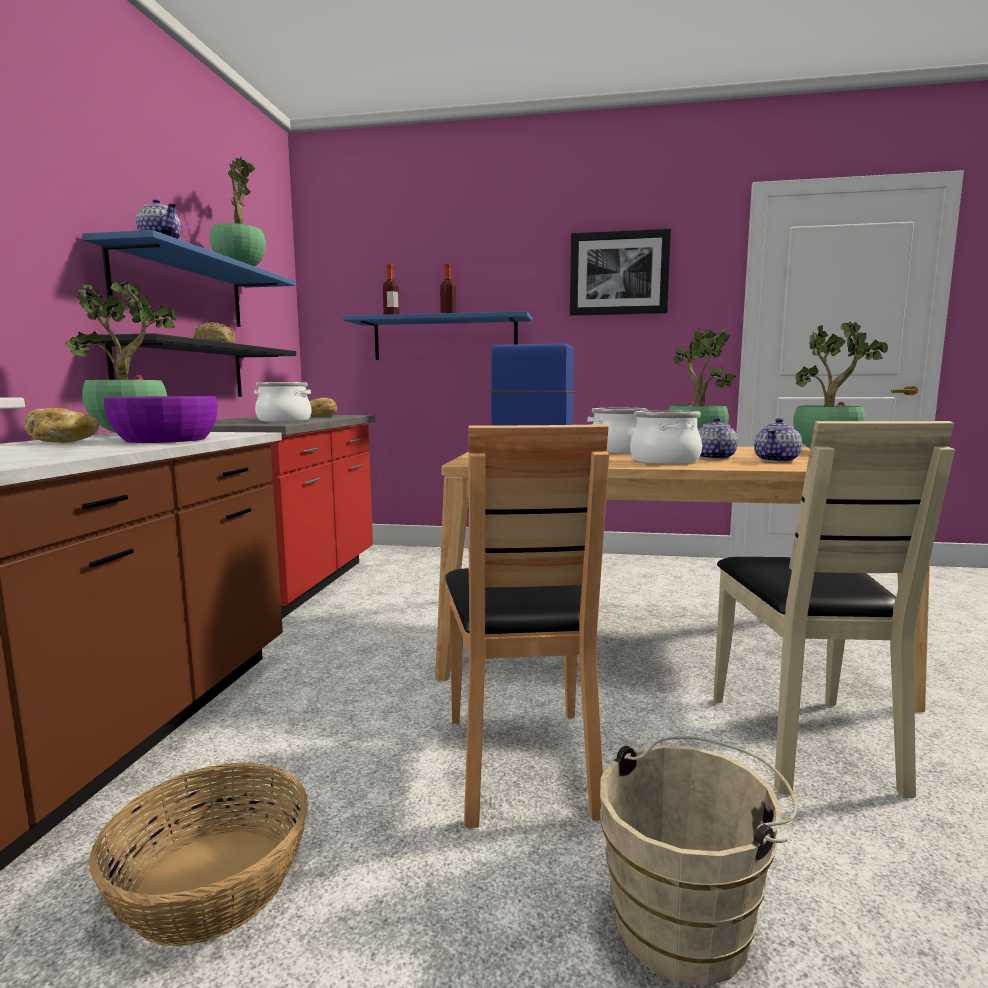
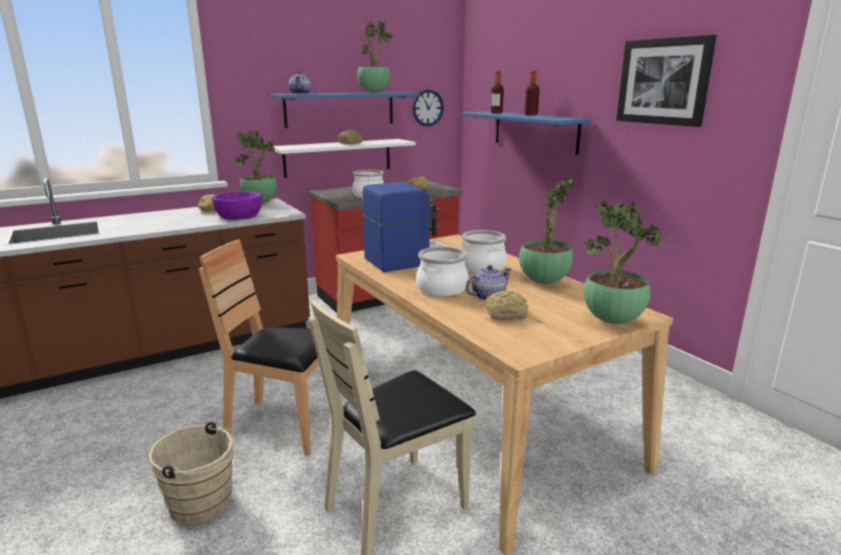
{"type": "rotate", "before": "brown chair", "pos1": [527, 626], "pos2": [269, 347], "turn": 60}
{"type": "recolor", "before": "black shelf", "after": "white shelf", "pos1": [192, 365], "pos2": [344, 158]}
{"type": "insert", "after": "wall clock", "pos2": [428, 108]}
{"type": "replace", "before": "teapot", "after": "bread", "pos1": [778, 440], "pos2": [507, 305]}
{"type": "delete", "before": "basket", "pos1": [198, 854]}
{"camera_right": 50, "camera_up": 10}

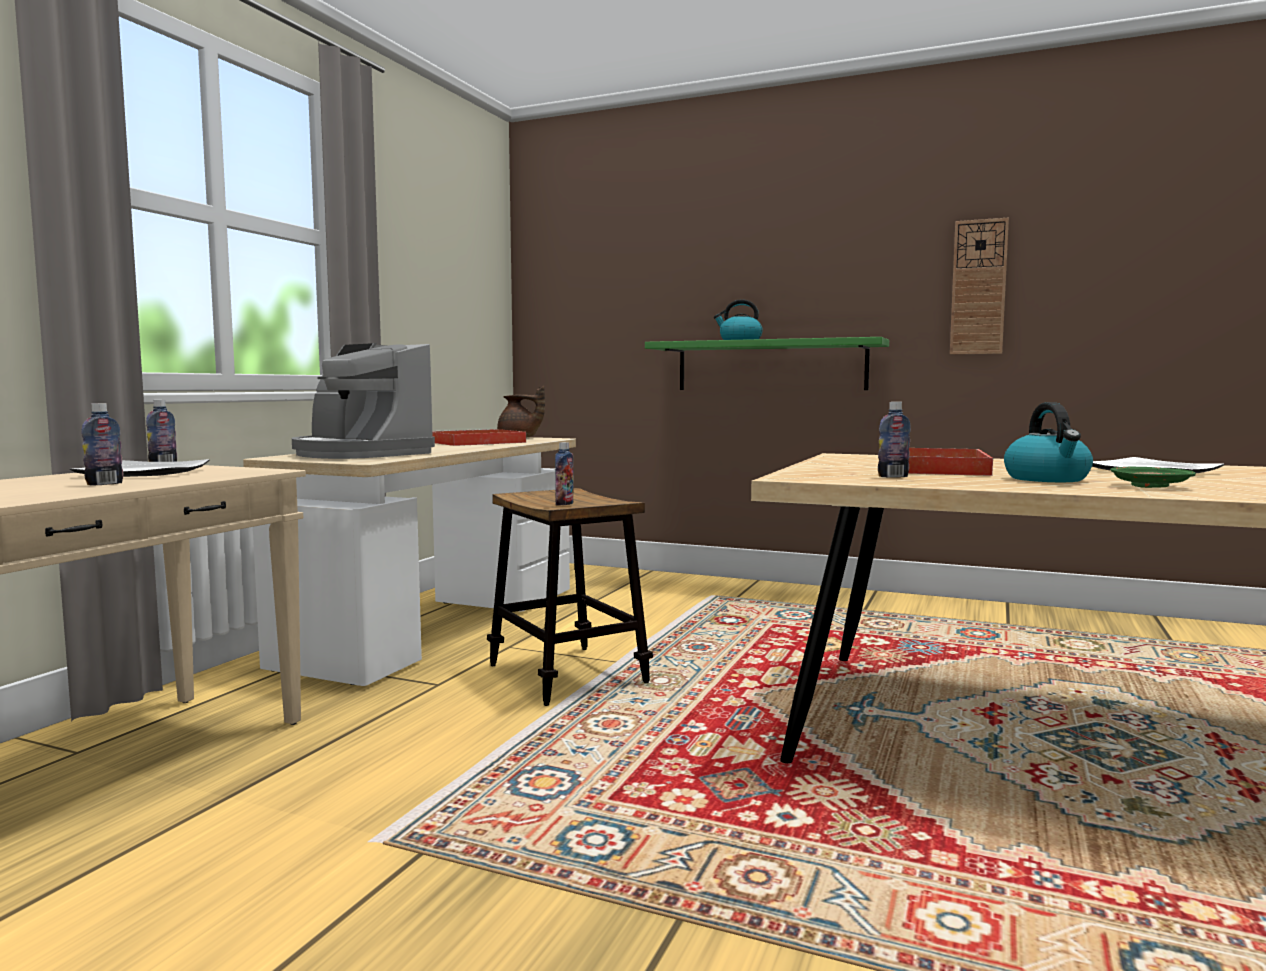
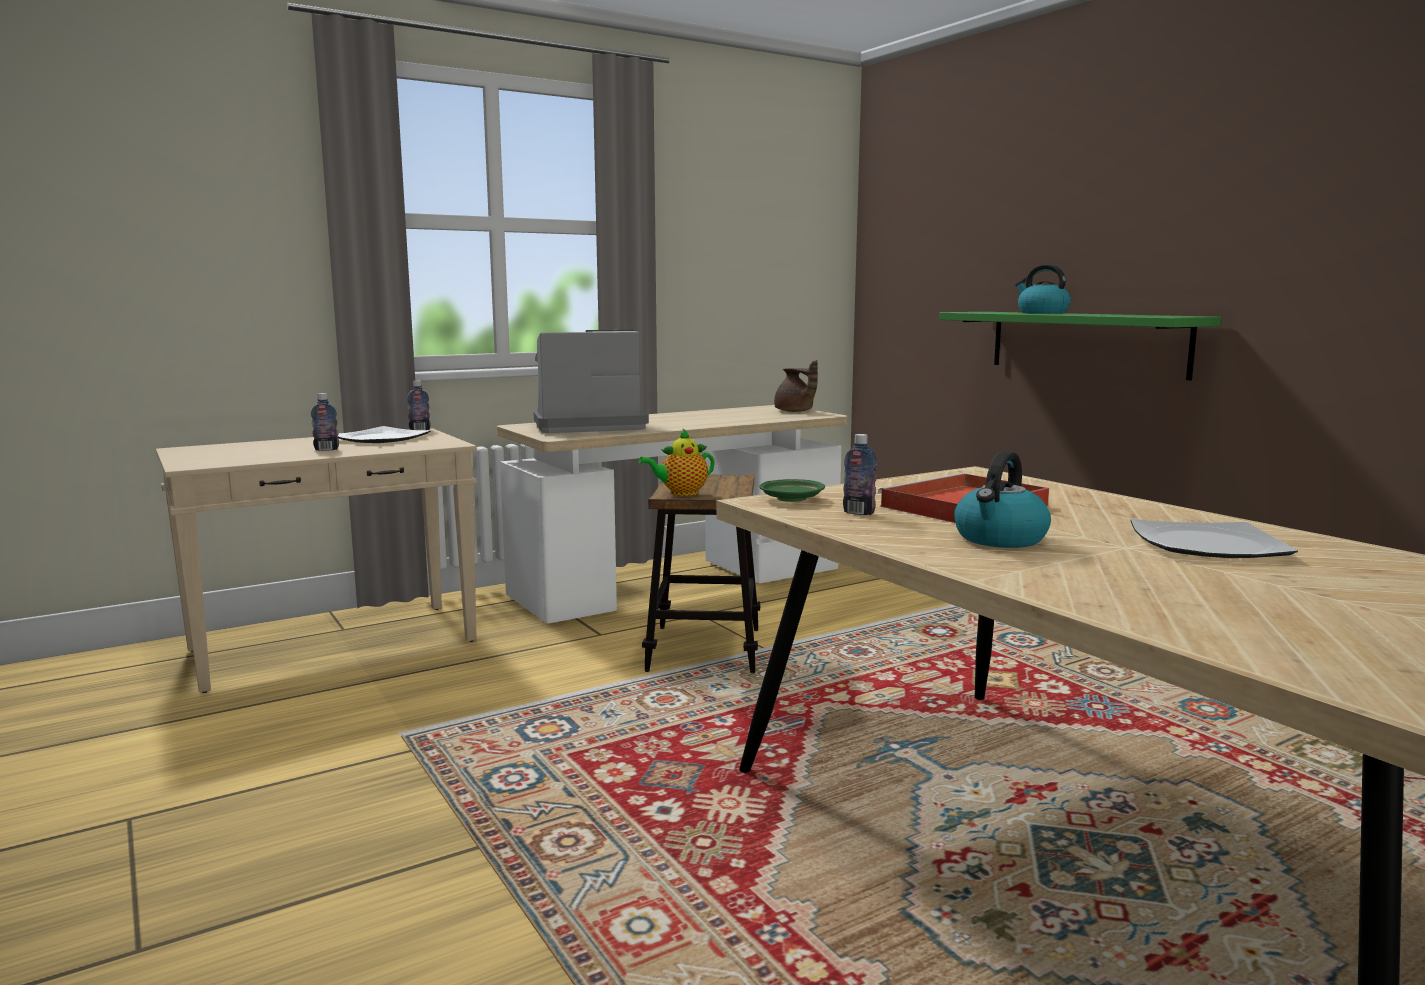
{"type": "rotate", "before": "coffee machine", "pos1": [363, 401], "pos2": [591, 381], "turn": 90}
{"type": "replace", "before": "bottle", "after": "teapot", "pos1": [564, 473], "pos2": [677, 462]}
{"type": "move", "before": "green plate", "pos1": [1153, 477], "pos2": [792, 490]}
{"type": "delete", "before": "red tray", "pos1": [479, 437]}
{"type": "delete", "before": "wall clock", "pos1": [979, 285]}
{"camera_right": 35, "camera_up": 5}

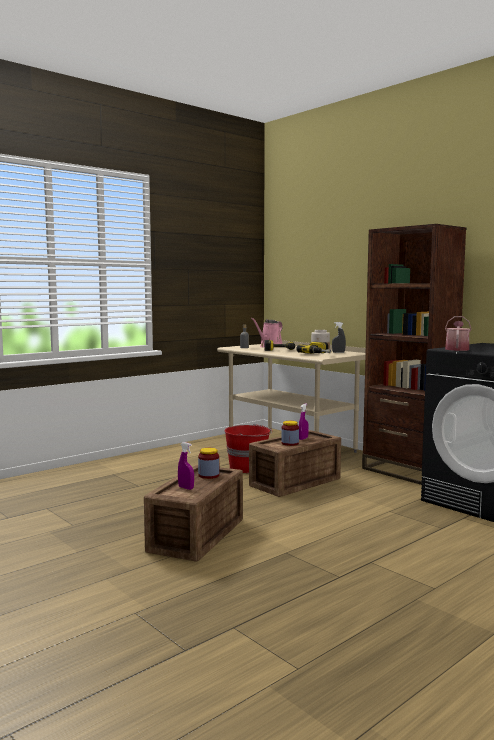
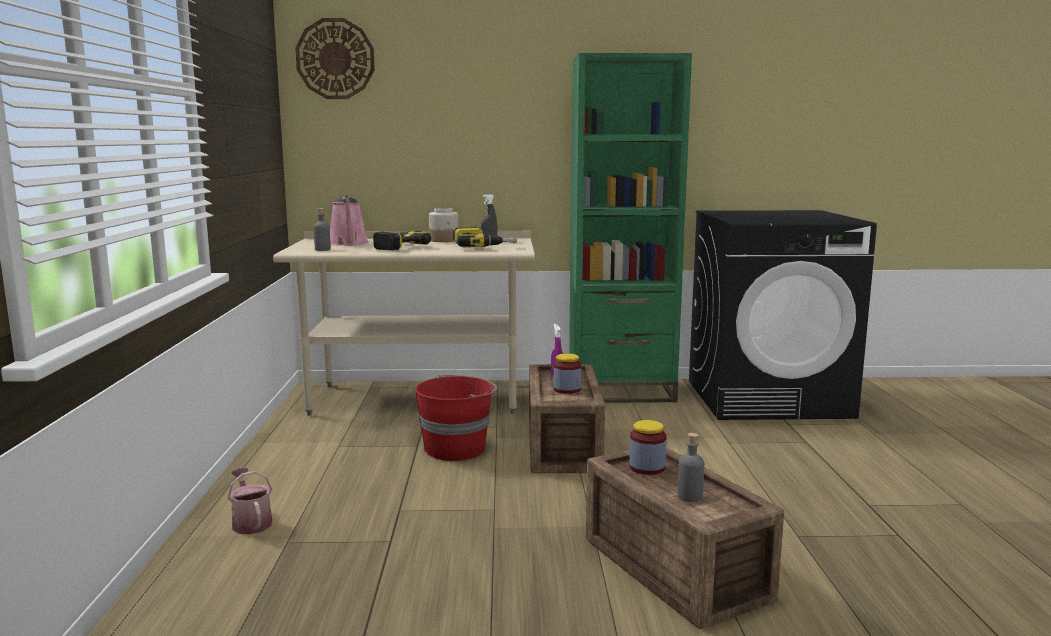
{"type": "move", "before": "watering can", "pos1": [458, 333], "pos2": [249, 501]}
{"type": "insert", "after": "wall clock", "pos2": [335, 58]}
{"type": "recolor", "before": "brown bookcase", "after": "green bookcase", "pos1": [414, 354], "pos2": [630, 228]}
{"type": "replace", "before": "purple spray bottle", "after": "grey bottle", "pos1": [186, 466], "pos2": [690, 467]}
{"camera_right": -50, "camera_up": 5}

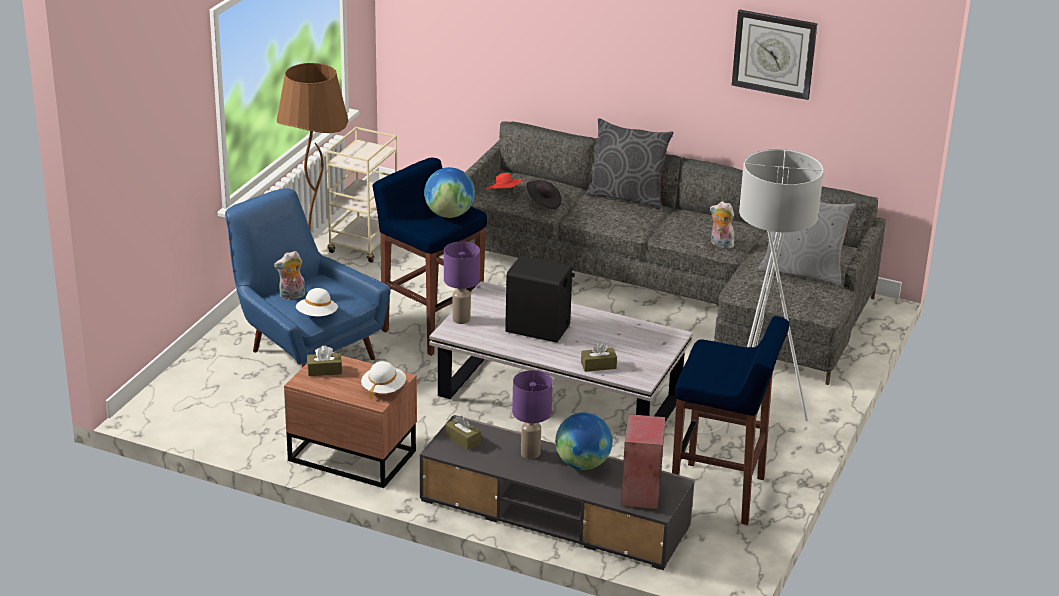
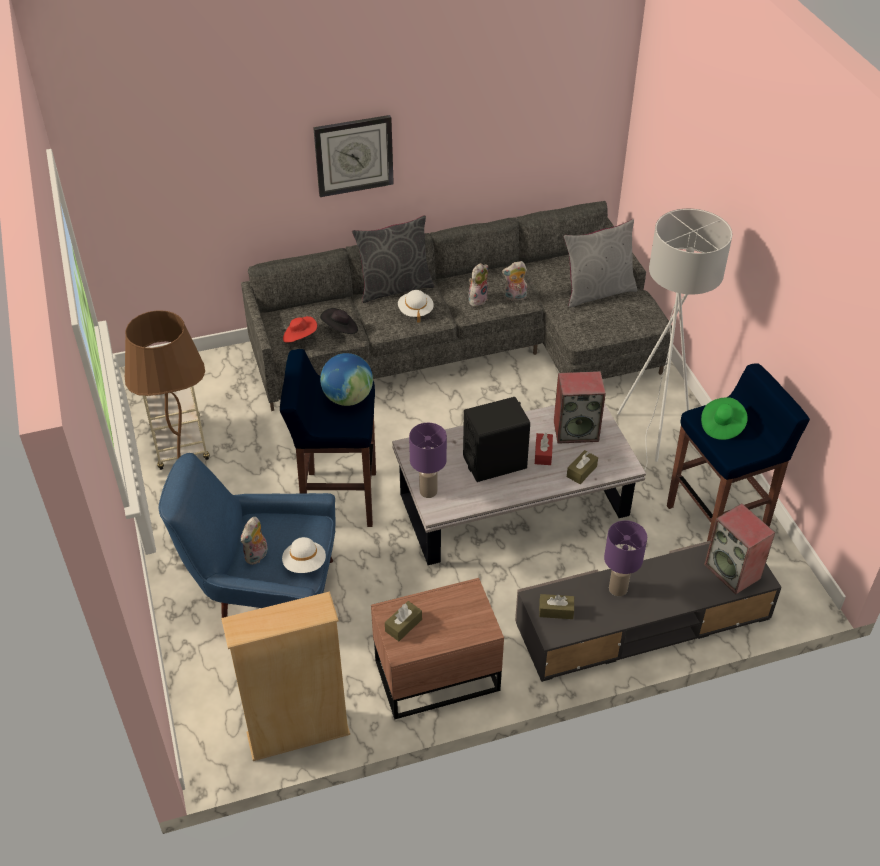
{"type": "insert", "after": "beige bookcase", "pos2": [285, 676]}
{"type": "move", "before": "wall clock", "pos1": [774, 54], "pos2": [353, 156]}
{"type": "move", "before": "white hat", "pos1": [383, 380], "pos2": [416, 306]}
{"type": "insert", "after": "plush toy", "pos2": [478, 285]}
{"type": "insert", "after": "red tissue box", "pos2": [544, 449]}
{"type": "insert", "after": "speaker", "pos2": [580, 407]}
{"type": "insert", "after": "green hat", "pos2": [724, 418]}
{"type": "delete", "before": "globe", "pos1": [584, 441]}
{"camera_right": -40, "camera_up": 15}

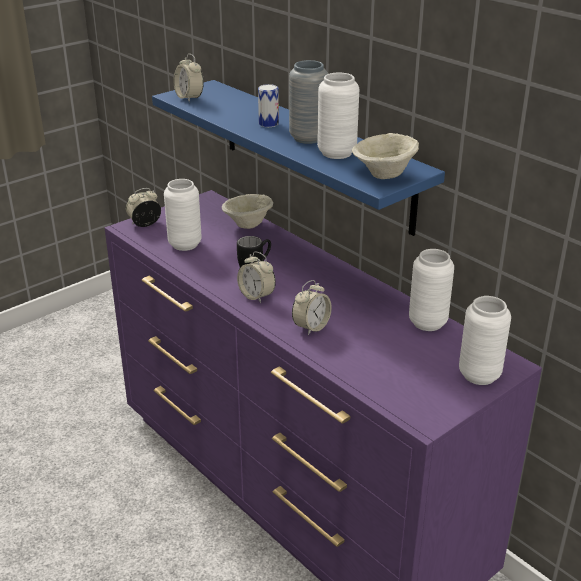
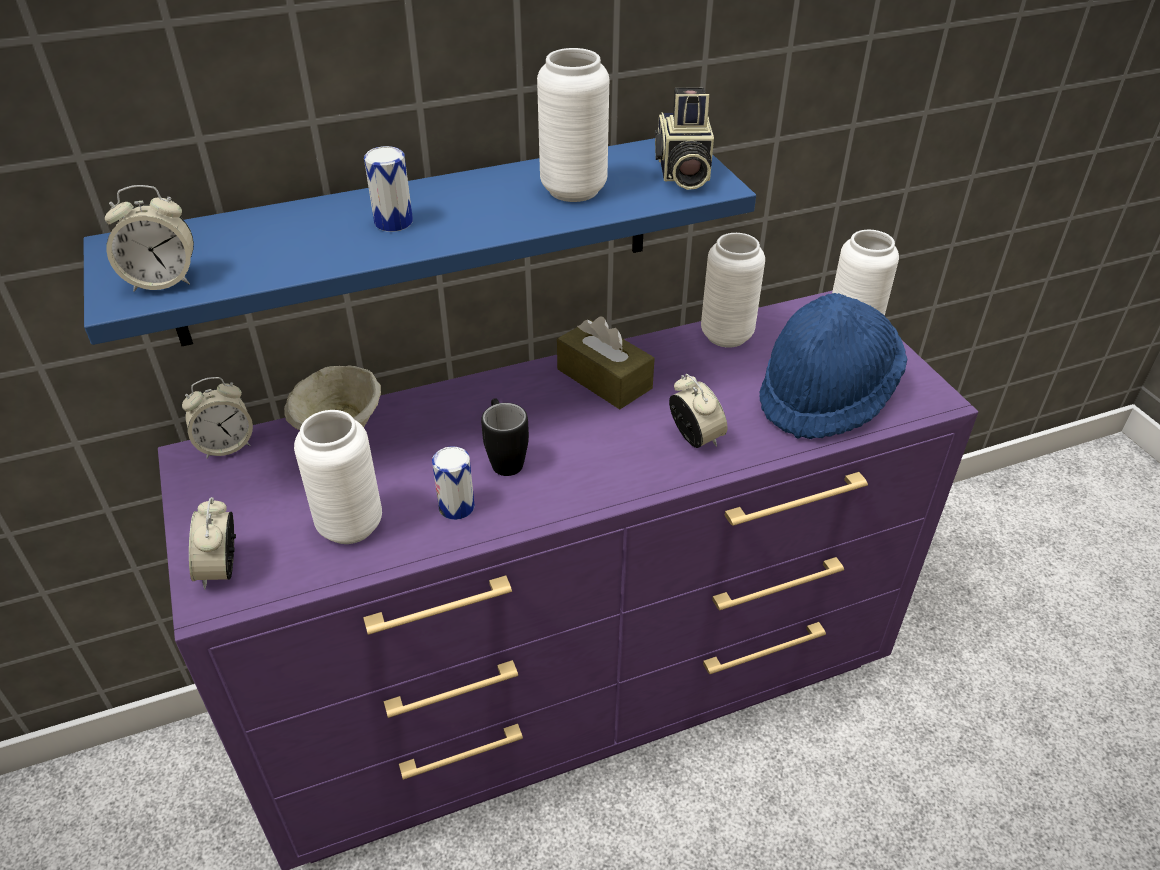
{"type": "move", "before": "alarm clock", "pos1": [256, 277], "pos2": [217, 418]}
{"type": "insert", "after": "can", "pos2": [453, 483]}
{"type": "insert", "after": "brown tissue box", "pos2": [606, 363]}
{"type": "replace", "before": "beige bowl", "after": "photo camera", "pos1": [385, 156], "pos2": [684, 139]}
{"type": "insert", "after": "blue hat", "pos2": [833, 366]}
{"type": "delete", "before": "grey vase", "pos1": [308, 102]}
{"camera_right": -70, "camera_up": 10}

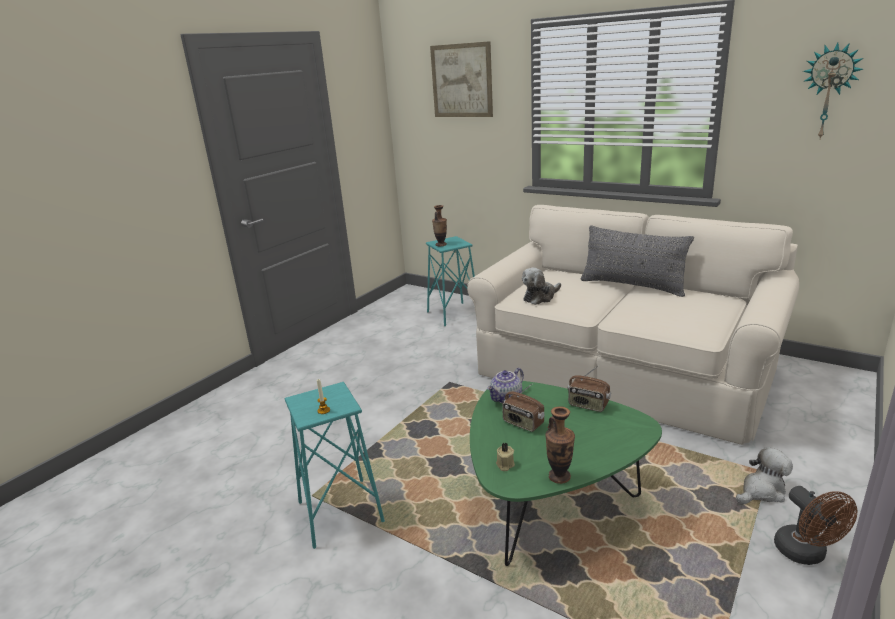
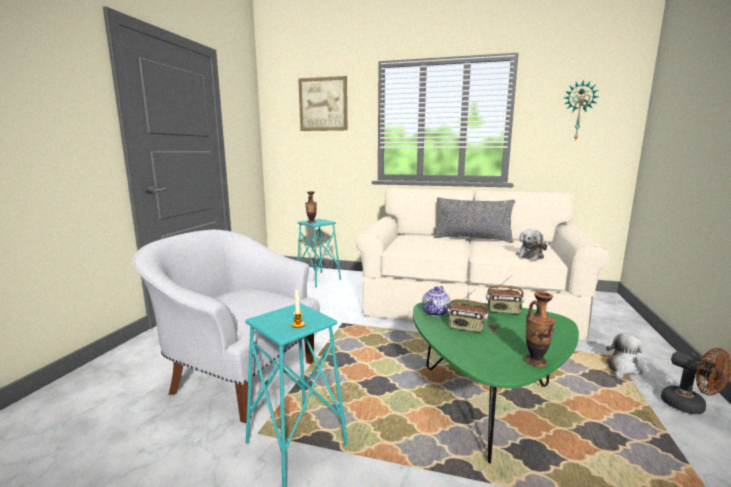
{"type": "insert", "after": "white armchair", "pos2": [226, 326]}
{"type": "move", "before": "plush toy", "pos1": [541, 286], "pos2": [531, 244]}
{"type": "delete", "before": "beige candle", "pos1": [505, 456]}
{"camera_right": -20, "camera_up": -10}

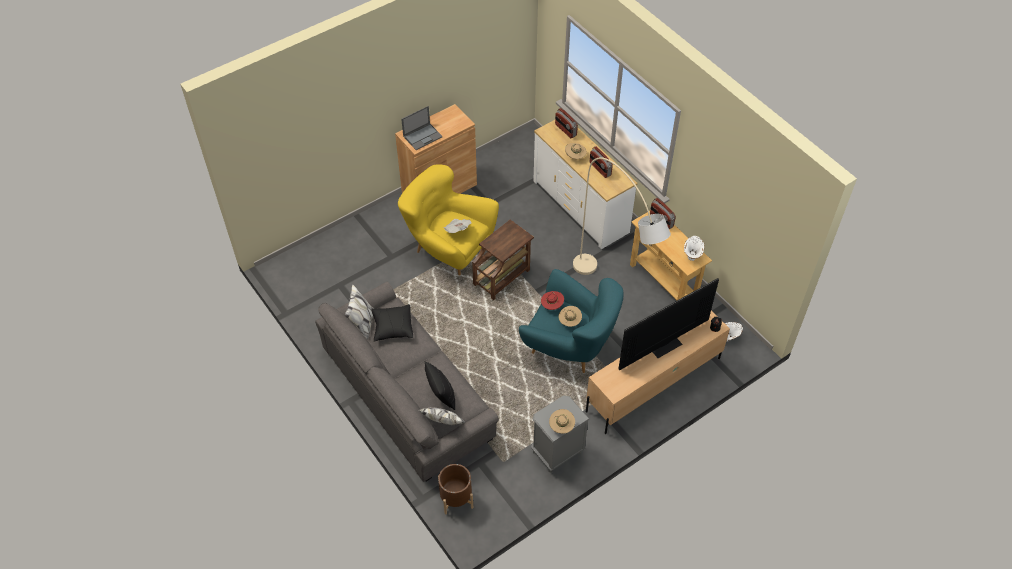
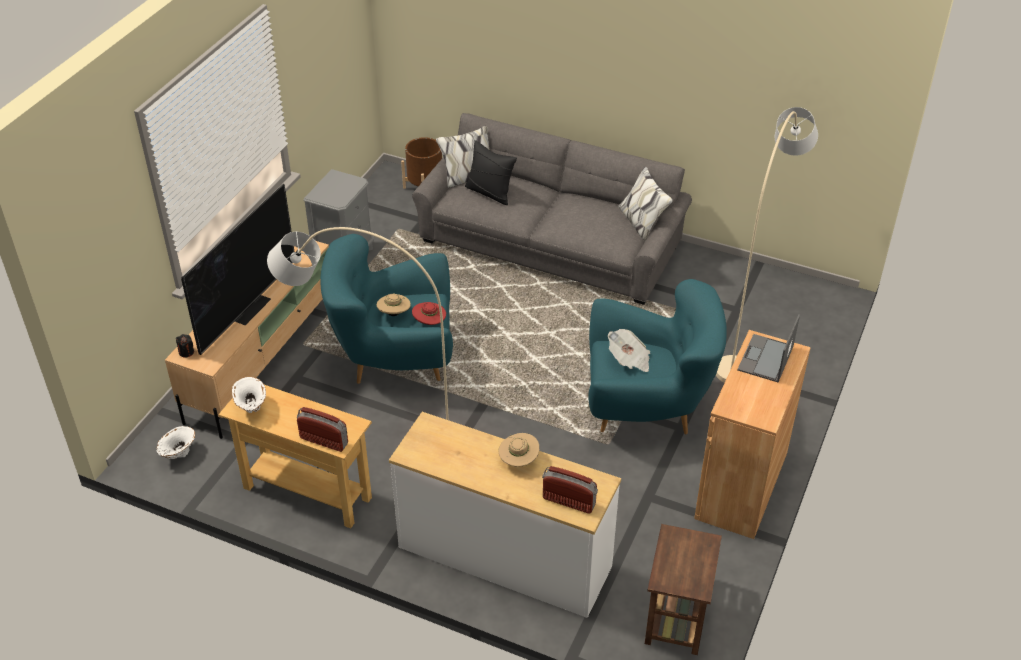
{"type": "recolor", "before": "yellow armchair", "after": "turquoise armchair", "pos1": [448, 220], "pos2": [657, 356]}
{"type": "move", "before": "brown side table", "pos1": [503, 260], "pos2": [683, 589]}
{"type": "insert", "after": "beige floor lamp", "pos2": [767, 245]}
{"type": "delete", "before": "black pillow", "pos1": [392, 323]}
{"type": "delete", "before": "beige hat", "pos1": [562, 421]}
{"type": "delete", "before": "radio", "pos1": [601, 162]}
{"camera_right": 150, "camera_up": -10}

